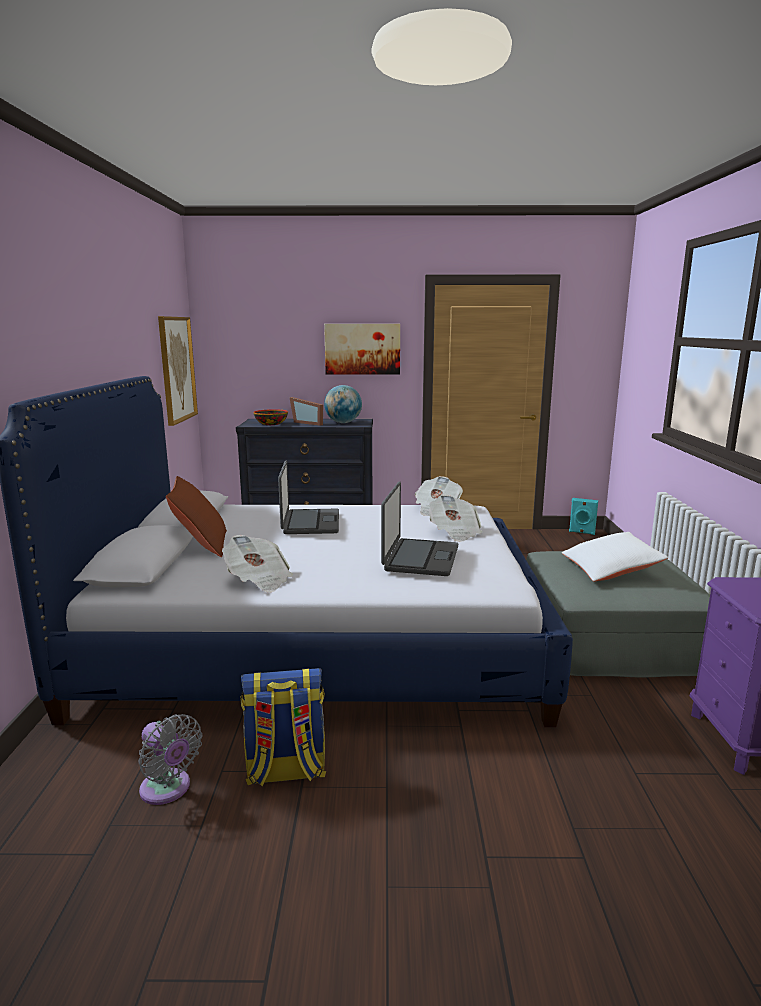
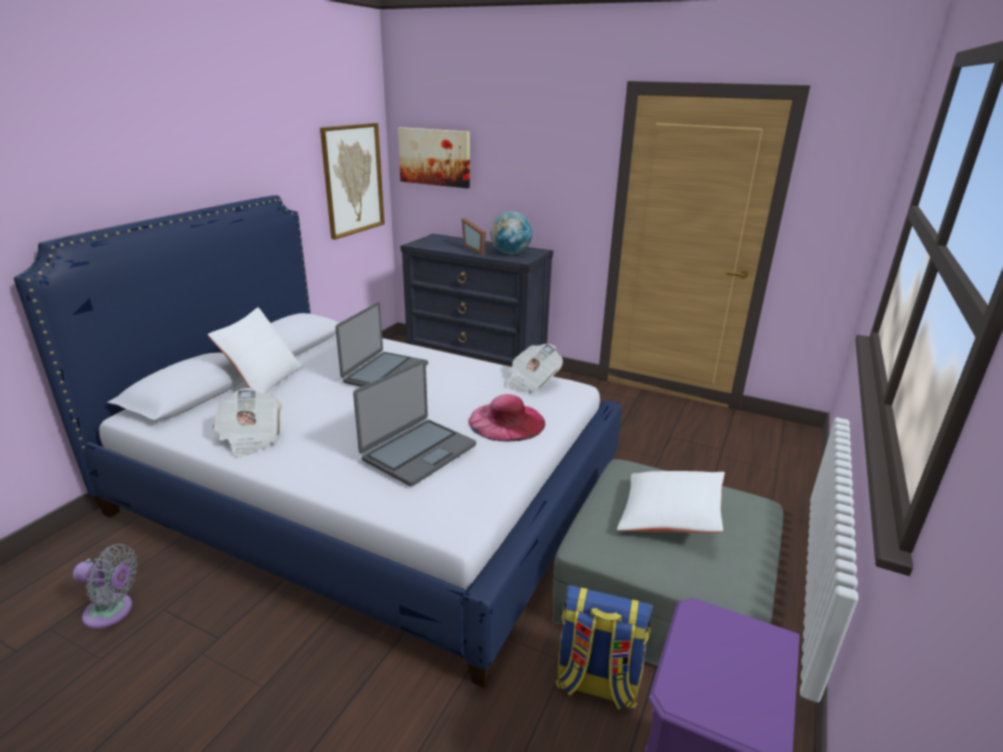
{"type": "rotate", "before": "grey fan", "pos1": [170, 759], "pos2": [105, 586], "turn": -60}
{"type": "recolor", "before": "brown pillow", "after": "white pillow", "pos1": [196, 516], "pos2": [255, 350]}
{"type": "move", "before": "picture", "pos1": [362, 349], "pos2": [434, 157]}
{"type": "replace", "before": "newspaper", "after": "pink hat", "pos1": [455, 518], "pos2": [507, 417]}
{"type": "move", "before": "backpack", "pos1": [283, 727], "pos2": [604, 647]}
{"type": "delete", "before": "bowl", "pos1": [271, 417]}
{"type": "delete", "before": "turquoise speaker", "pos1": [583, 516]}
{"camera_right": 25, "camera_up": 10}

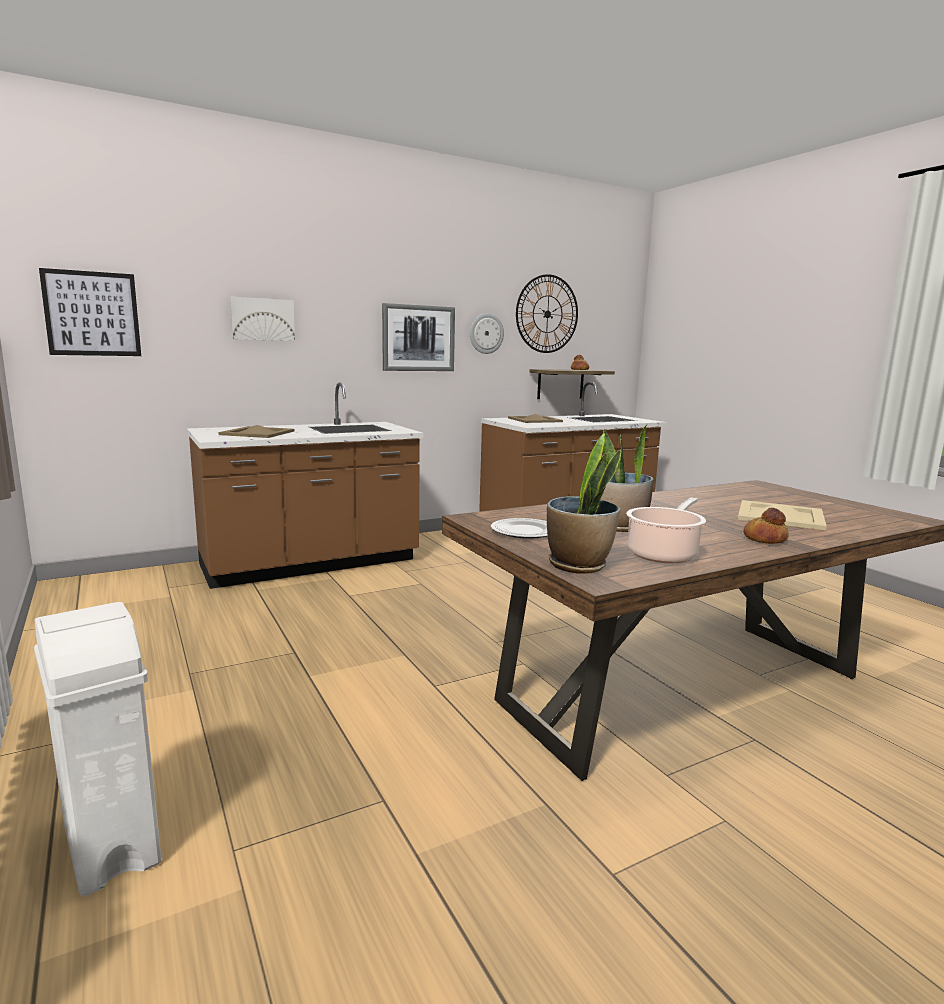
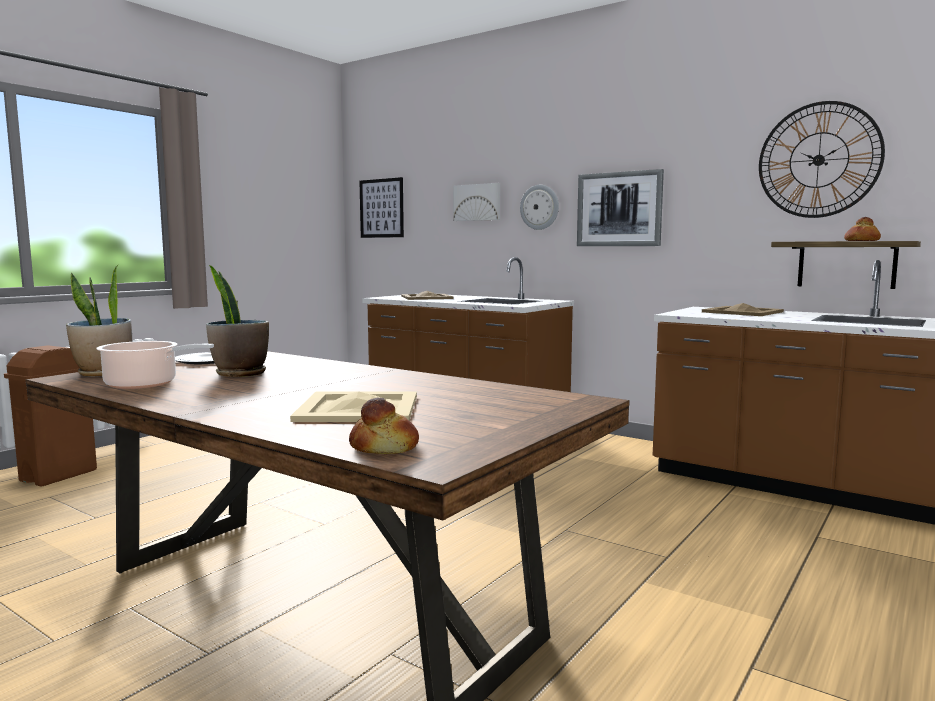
{"type": "recolor", "before": "white trash can", "after": "brown trash can", "pos1": [97, 749], "pos2": [50, 416]}
{"type": "move", "before": "bread", "pos1": [766, 526], "pos2": [384, 426]}
{"type": "move", "before": "wall clock", "pos1": [487, 333], "pos2": [539, 207]}
{"camera_right": 65, "camera_up": -5}

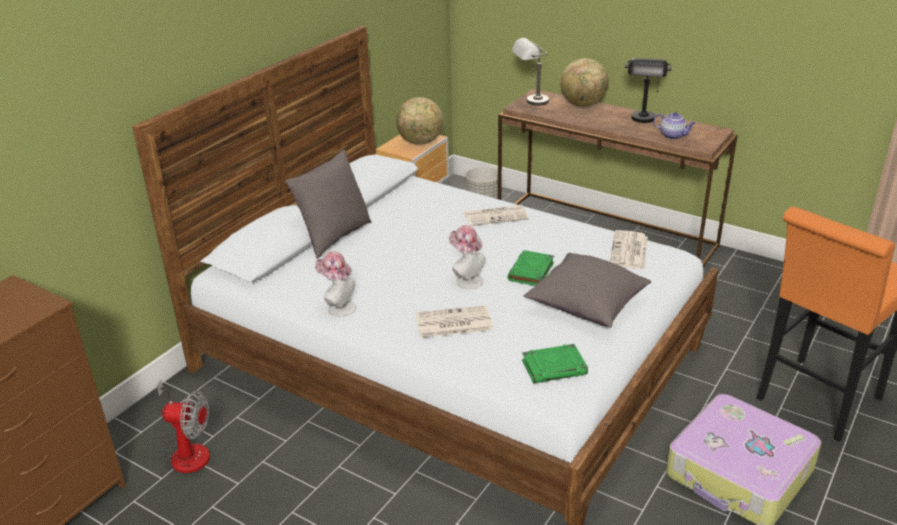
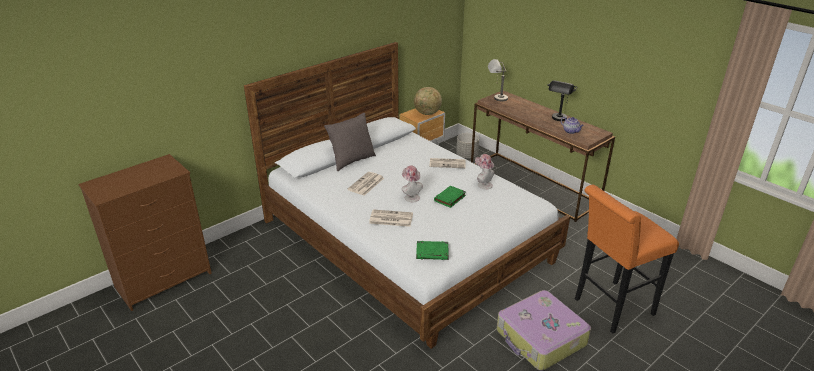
{"type": "move", "before": "newspaper", "pos1": [629, 249], "pos2": [366, 184]}
{"type": "move", "before": "hat", "pos1": [335, 284], "pos2": [484, 172]}
{"type": "delete", "before": "fan", "pos1": [183, 426]}
{"type": "delete", "before": "grey pillow", "pos1": [587, 290]}
{"type": "delete", "before": "globe", "pos1": [584, 82]}
{"camera_right": 15, "camera_up": 0}

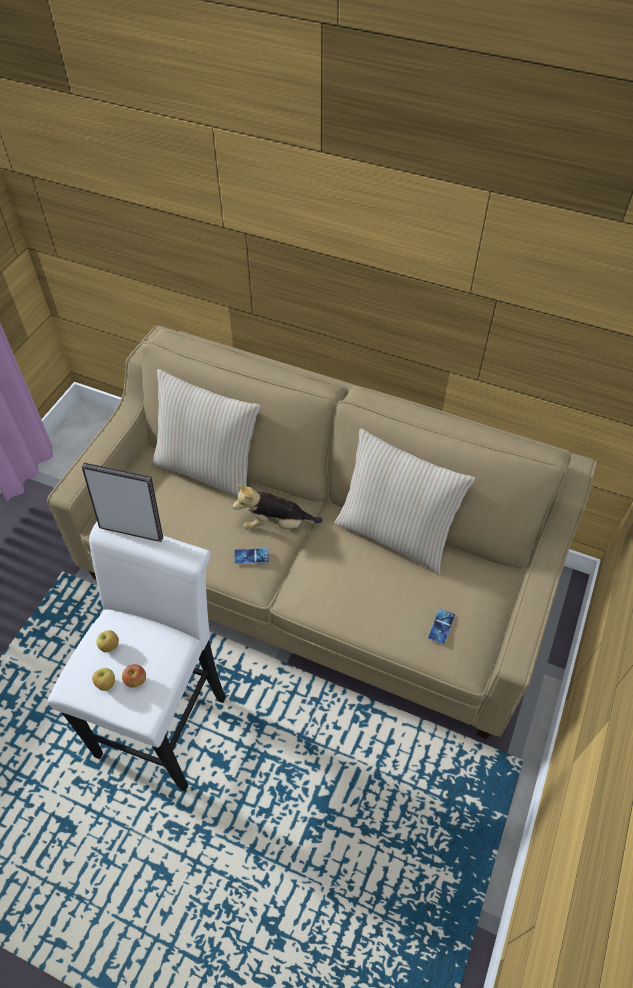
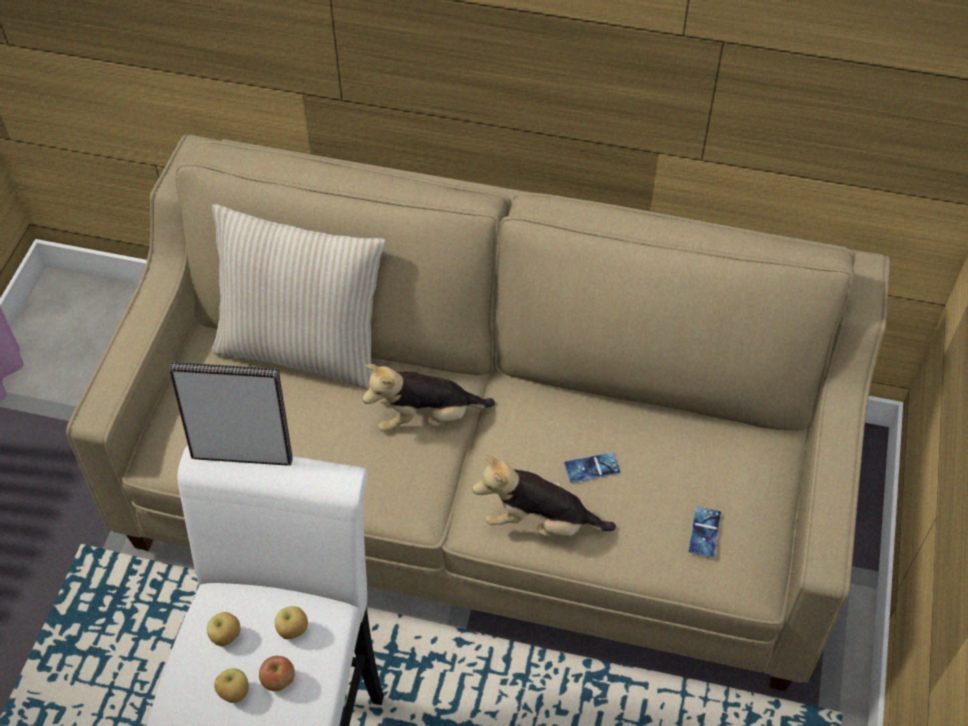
{"type": "insert", "after": "apple", "pos2": [291, 622]}
{"type": "insert", "after": "plush toy", "pos2": [544, 496]}
{"type": "move", "before": "phone", "pos1": [251, 556], "pos2": [592, 467]}
{"type": "delete", "before": "beige pillow", "pos1": [405, 502]}
{"camera_right": -10, "camera_up": 0}

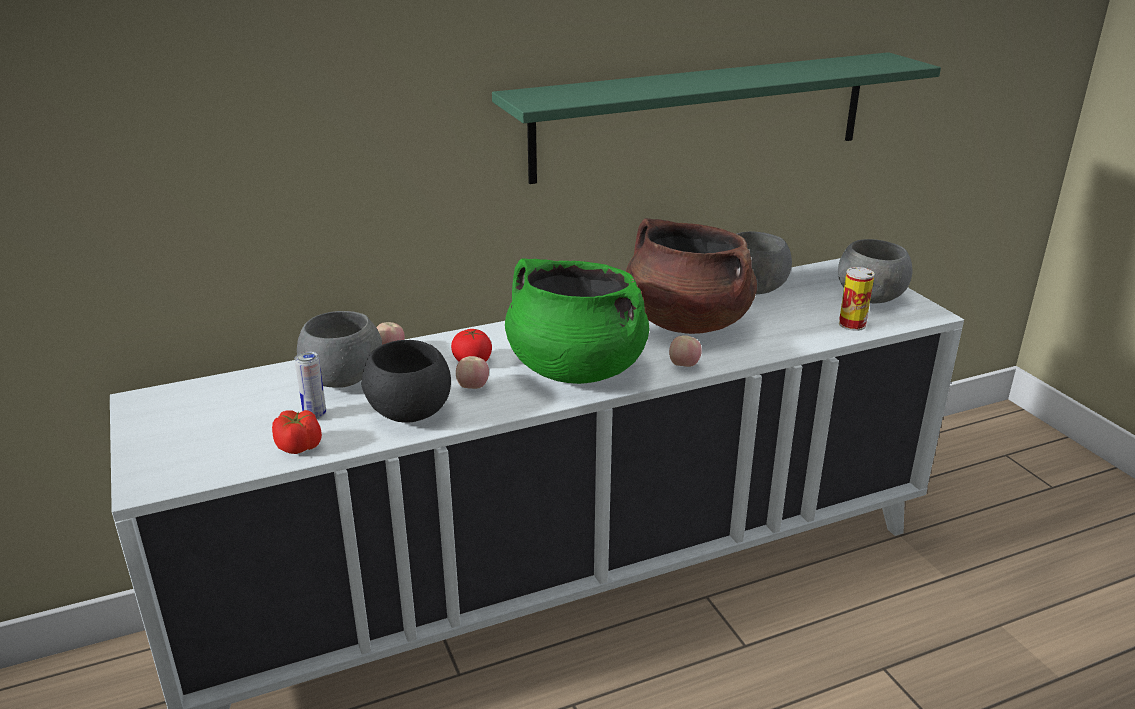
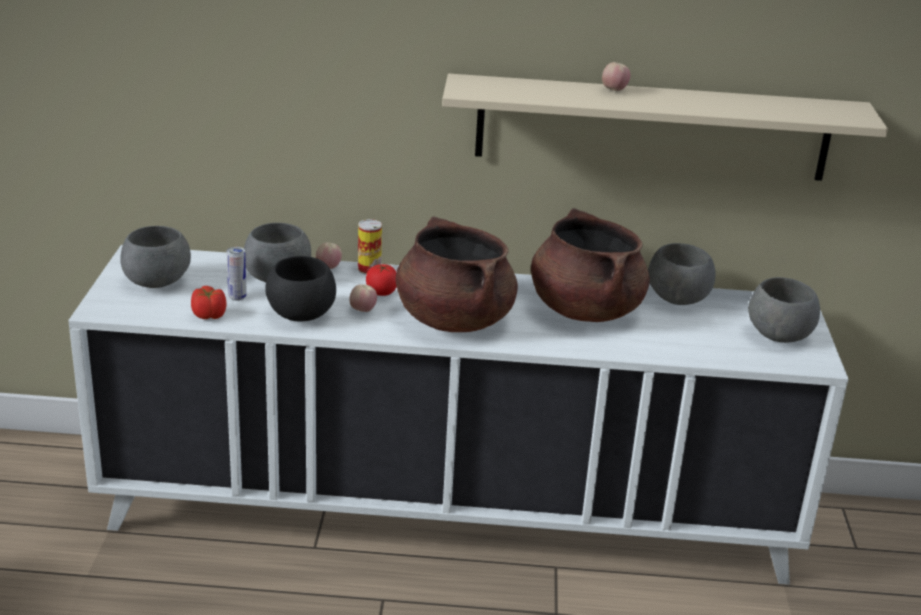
{"type": "insert", "after": "grey bowl", "pos2": [155, 257]}
{"type": "move", "before": "can", "pos1": [857, 299], "pos2": [370, 247]}
{"type": "recolor", "before": "green cooking pot", "after": "brown cooking pot", "pos1": [577, 321], "pos2": [457, 274]}
{"type": "recolor", "before": "green shelf", "after": "beige shelf", "pos1": [716, 118], "pos2": [665, 127]}
{"type": "move", "before": "apple", "pos1": [685, 351], "pos2": [616, 76]}
{"camera_right": 25, "camera_up": 0}

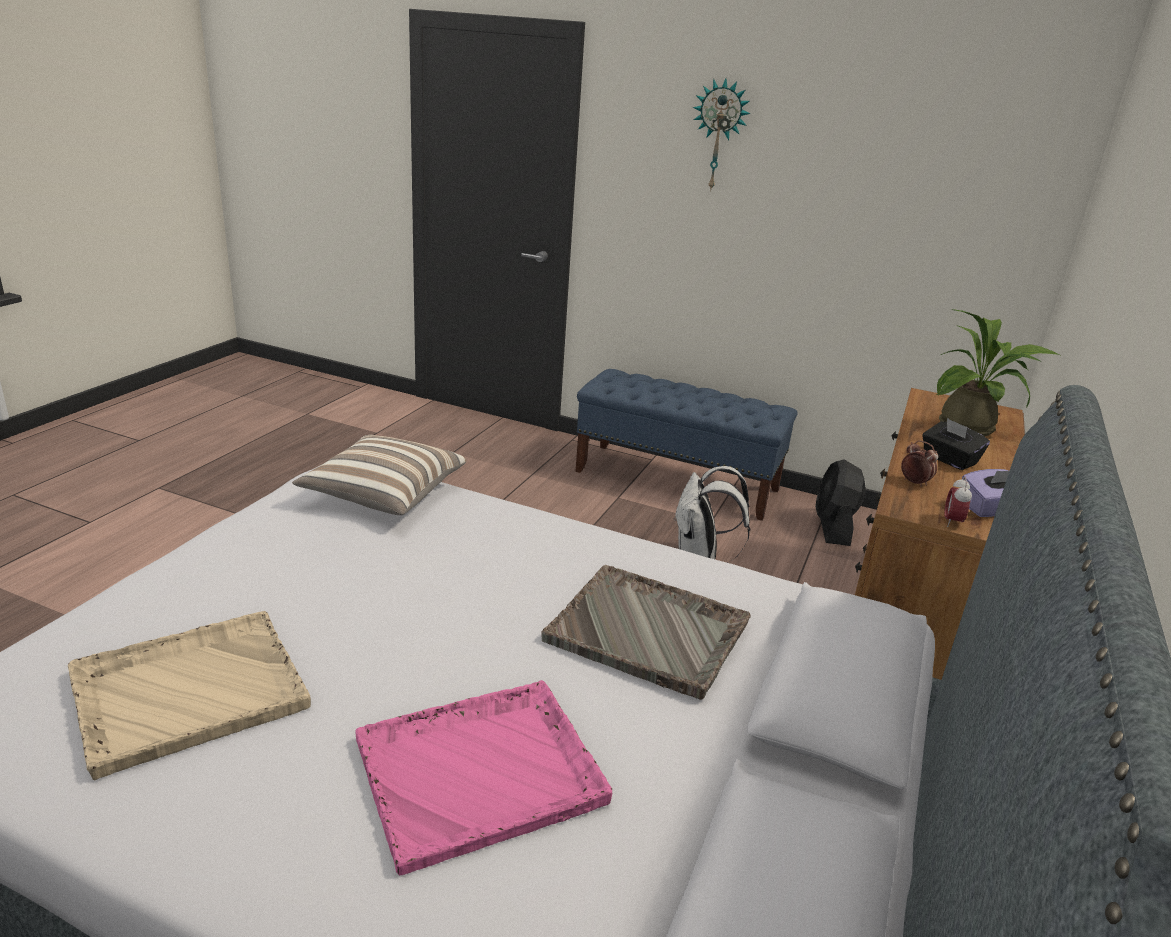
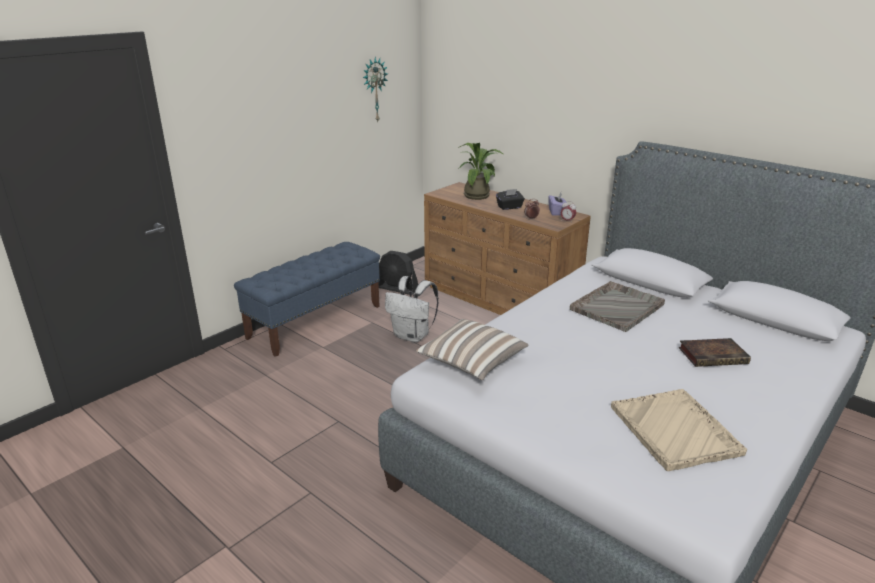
{"type": "move", "before": "wall clock", "pos1": [722, 135], "pos2": [375, 89]}
{"type": "replace", "before": "pink tray", "after": "book", "pos1": [483, 777], "pos2": [714, 352]}
{"camera_right": -70, "camera_up": 0}

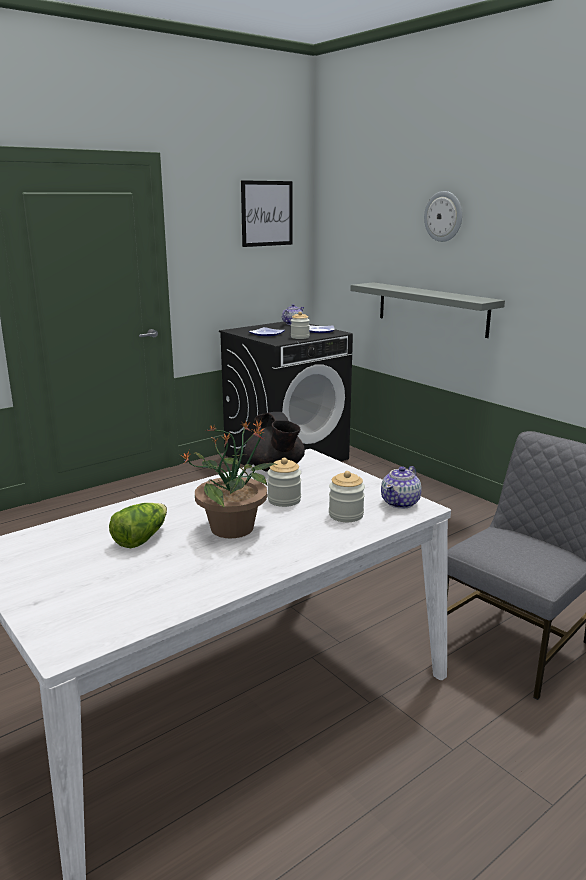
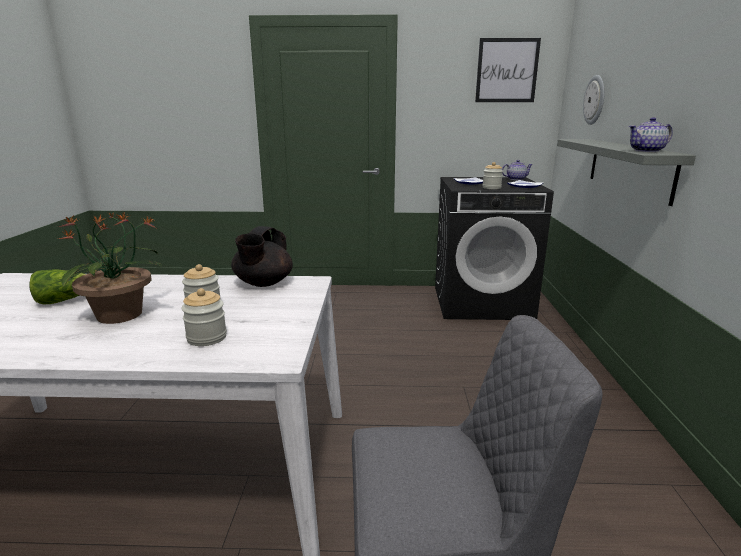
{"type": "move", "before": "wall clock", "pos1": [443, 216], "pos2": [594, 100]}
{"type": "move", "before": "teapot", "pos1": [401, 487], "pos2": [651, 134]}
{"camera_right": 40, "camera_up": 0}

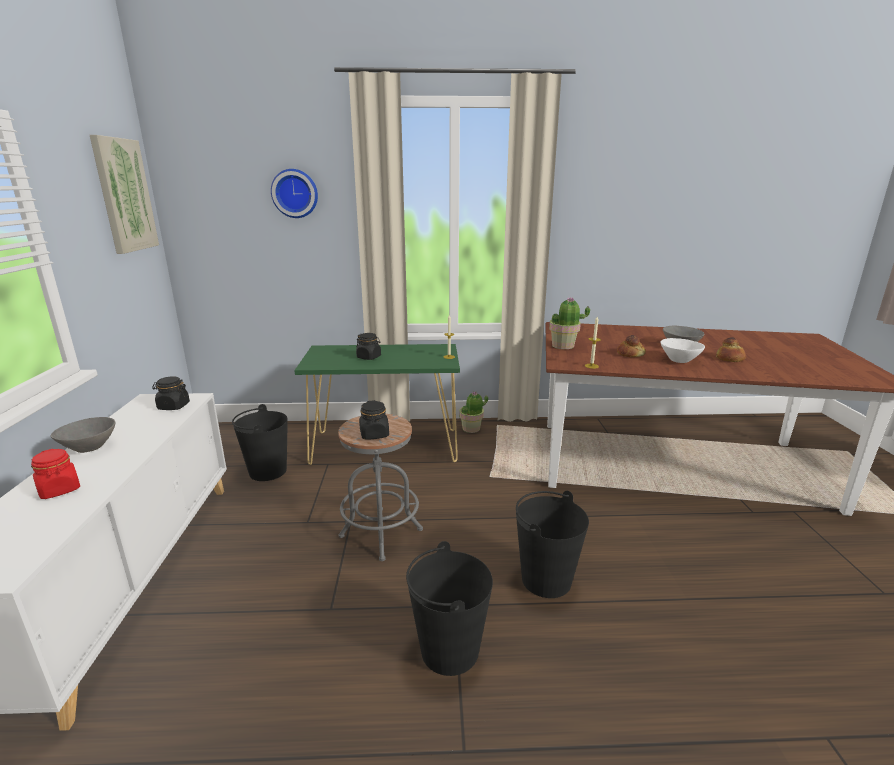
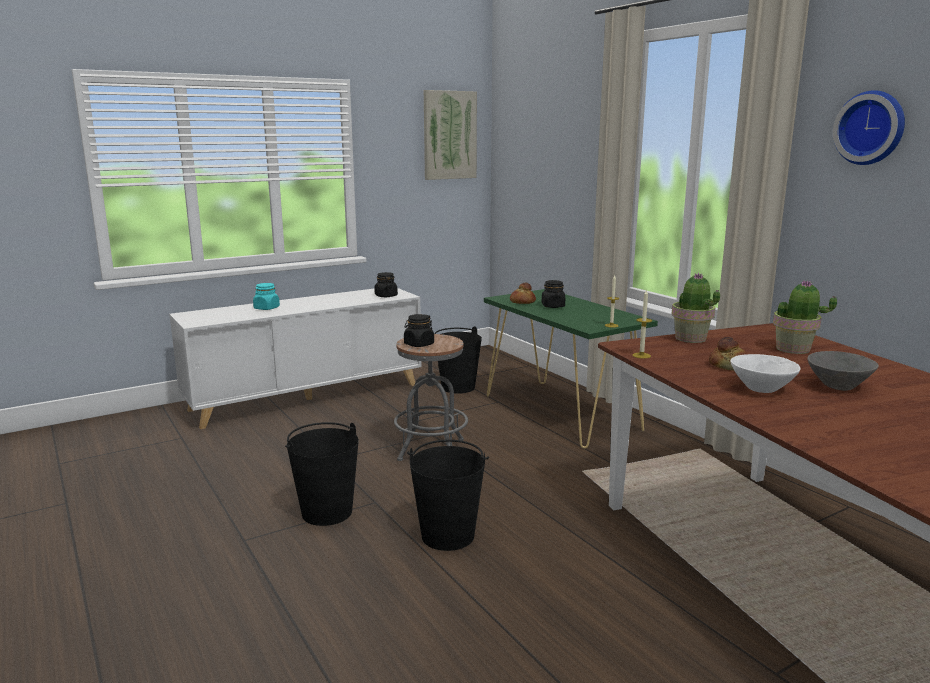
{"type": "recolor", "before": "red jar", "after": "turquoise jar", "pos1": [55, 474], "pos2": [266, 296]}
{"type": "move", "before": "bread", "pos1": [731, 349], "pos2": [523, 293]}
{"type": "move", "before": "potted plant", "pos1": [473, 412], "pos2": [805, 317]}
{"type": "move", "before": "wall clock", "pos1": [294, 193], "pos2": [869, 127]}
{"type": "delete", "before": "grey bowl", "pos1": [83, 435]}
{"camera_right": 60, "camera_up": -5}

